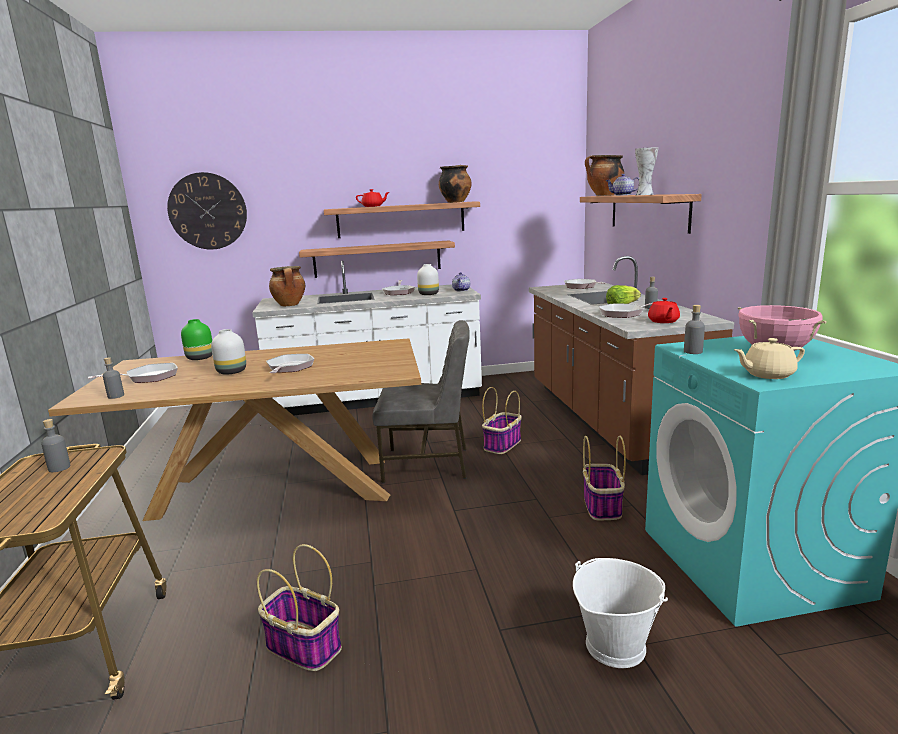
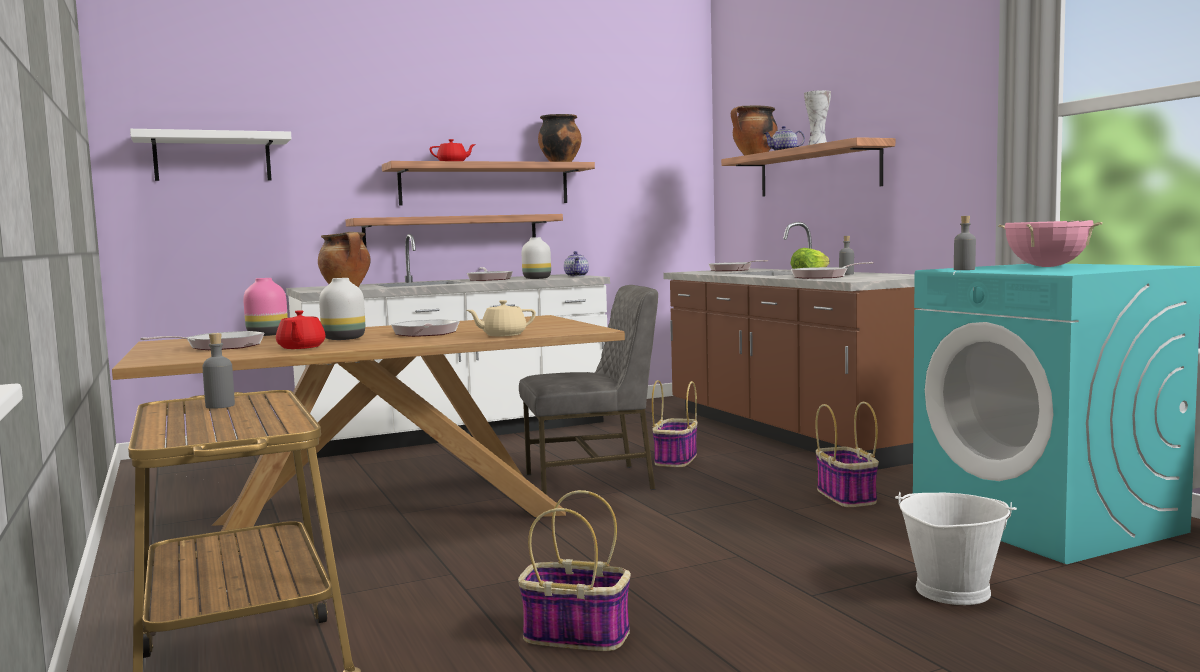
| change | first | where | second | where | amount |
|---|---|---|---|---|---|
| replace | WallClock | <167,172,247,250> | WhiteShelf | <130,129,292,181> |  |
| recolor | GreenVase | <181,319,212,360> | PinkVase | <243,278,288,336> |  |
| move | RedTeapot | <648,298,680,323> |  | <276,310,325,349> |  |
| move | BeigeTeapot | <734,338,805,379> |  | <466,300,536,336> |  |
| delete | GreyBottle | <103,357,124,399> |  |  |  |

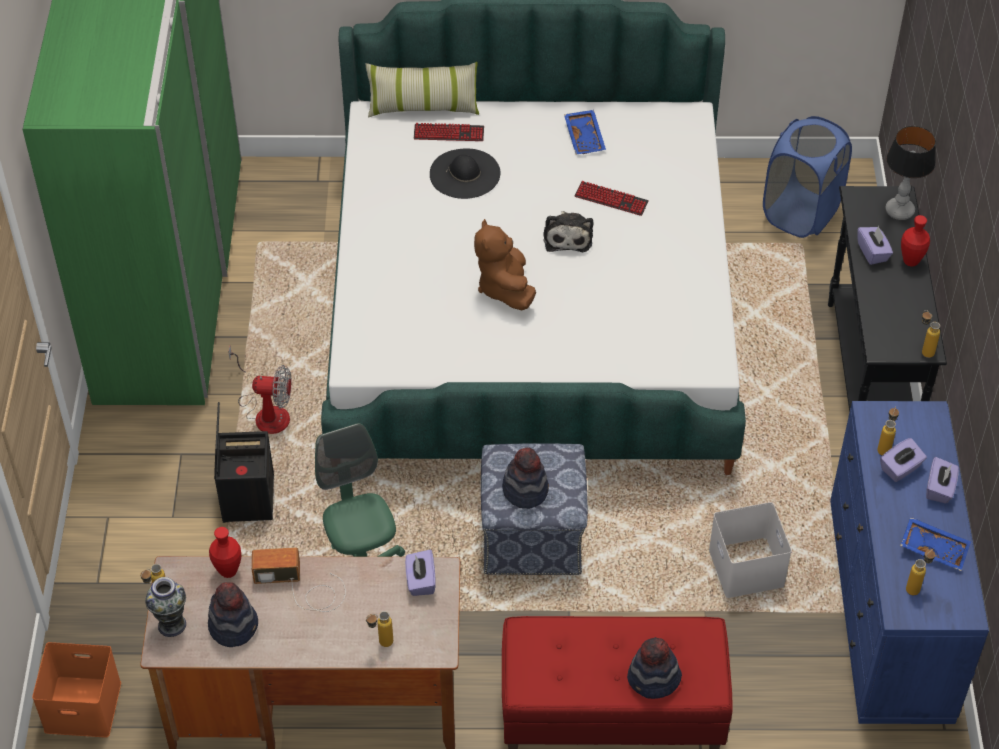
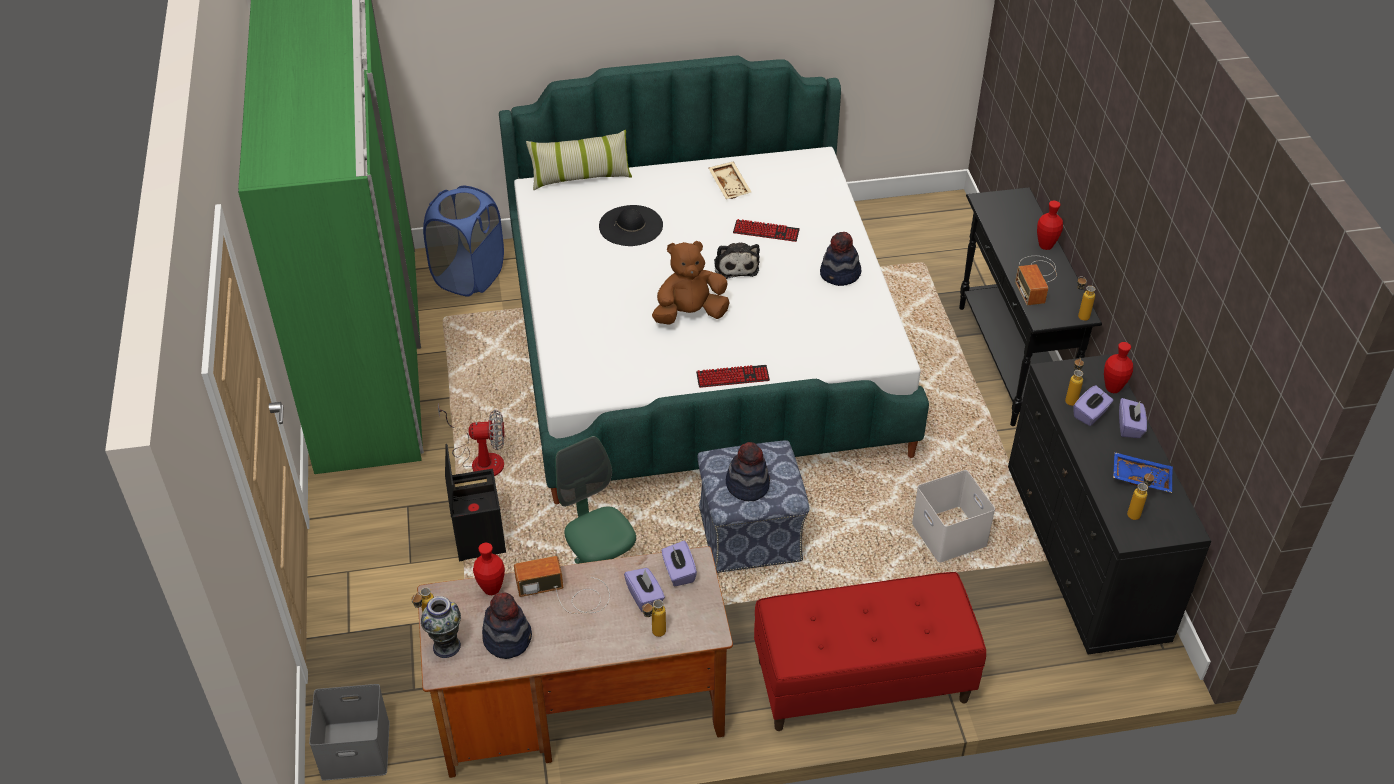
| change | first | where | second | where | amount |
|---|---|---|---|---|---|
| recolor | OrangeStorageBox | <32,642,121,738> | GreyStorageBox | <309,684,390,781> |  |
| move | BlueLaundryBasket | <763,116,852,238> |  | <423,186,504,297> |  |
| move | PurpleTissueBox | <857,226,893,265> |  | <624,568,665,612> |  |
| rotate | BrownPlushToy | <474,219,536,310> |  | <652,241,730,325> | 90 degrees clockwise |
| move | Keyboard | <414,123,484,141> |  | <696,365,770,388> |  |
| recolor | BlueTray | <564,110,606,155> | BeigeTray | <709,161,751,199> |  |
| move | Hat | <627,637,682,699> |  | <820,232,861,286> |  |
| recolor | BlueDresser | <830,401,989,724> | BlackDresser | <1008,354,1211,655> |  |
| insert |  |  | Radio | <1015,256,1057,306> |  |
| insert |  |  | RedVase | <1104,342,1133,393> |  |
| delete | TableLamp | <885,126,936,220> |  |  |  |

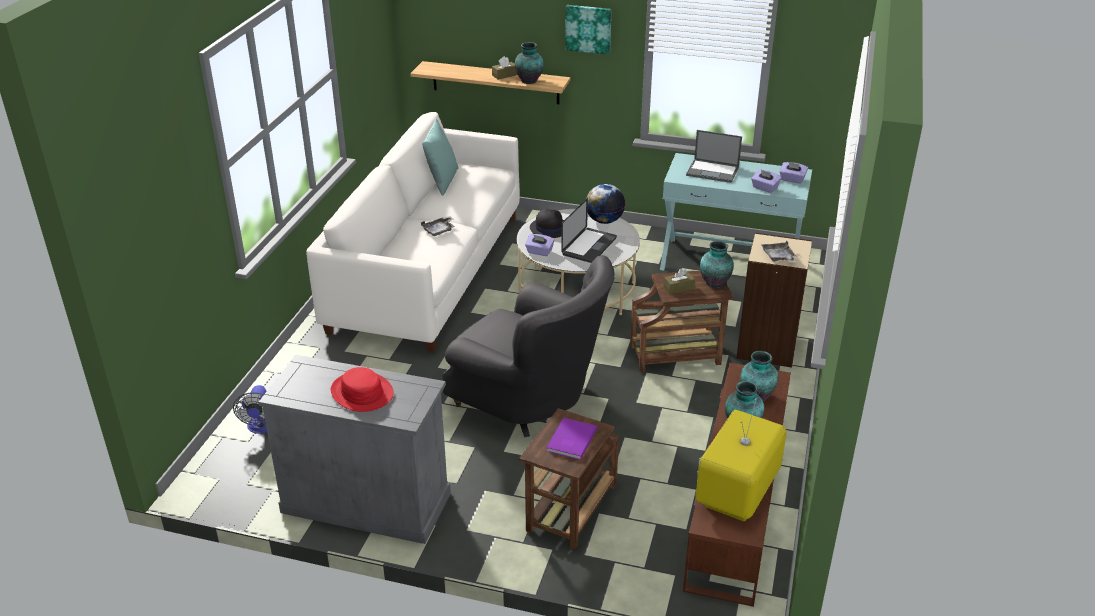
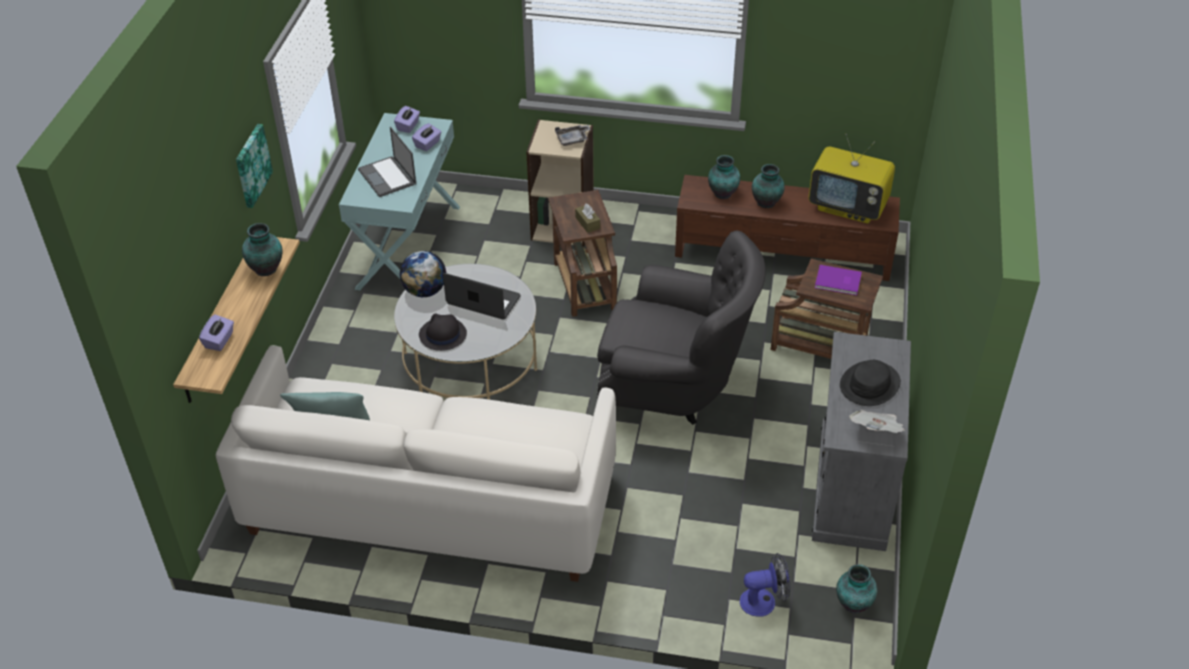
| change | first | where | second | where | amount |
|---|---|---|---|---|---|
| move | PurpleTissueBox | <525,234,555,256> |  | <199,315,234,351> |  |
| rotate | Laptop | <686,130,742,183> |  | <358,127,416,197> | 135 degrees clockwise |
| rotate | GreyArmchair | <443,255,615,437> |  | <597,230,766,425> | 75 degrees clockwise |
| move | Vase | <700,241,734,288> |  | <836,564,877,613> |  |
| recolor | RedHat | <331,367,394,412> | BlackHat | <840,360,901,406> |  |
| insert |  |  | Newspaper | <849,410,905,433> |  |
| delete | GreyTray | <421,216,455,236> |  |  |  |
| delete | BrownTissueBox | <492,56,518,80> |  |  |  |

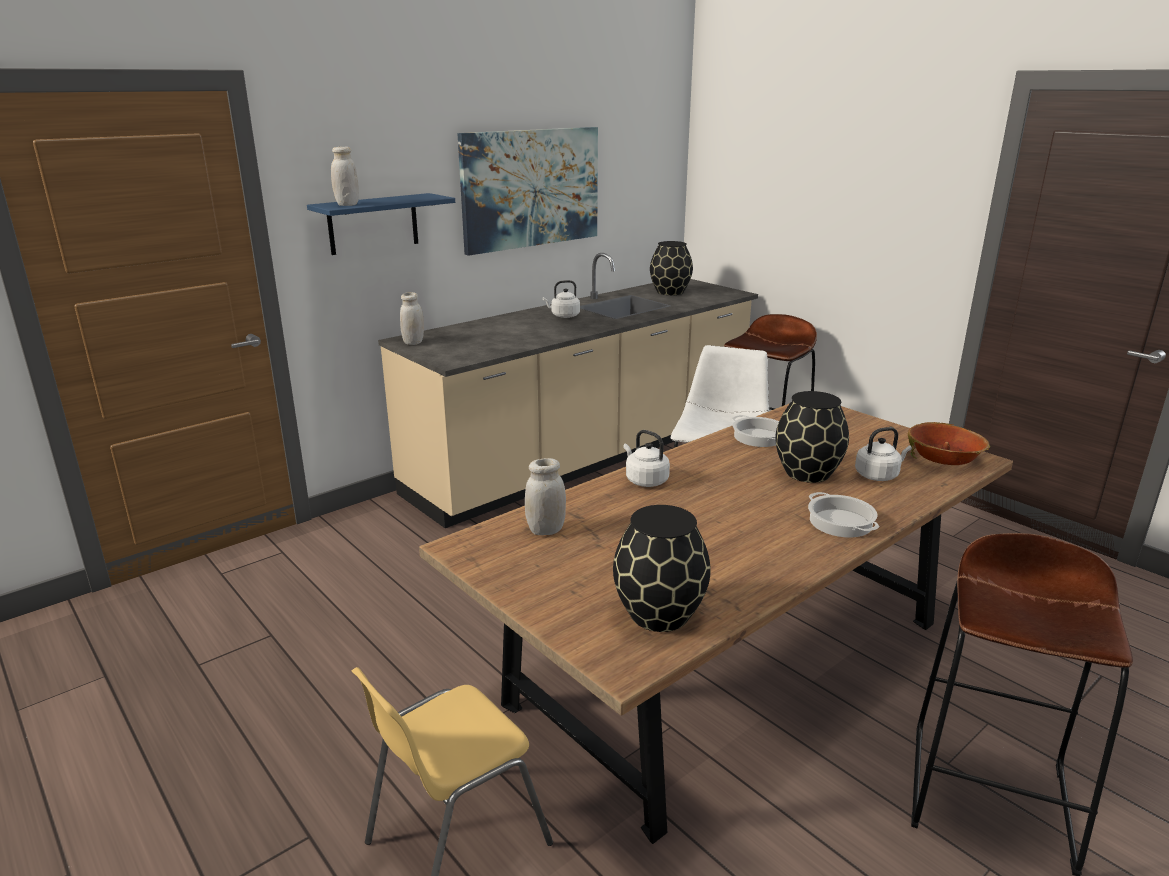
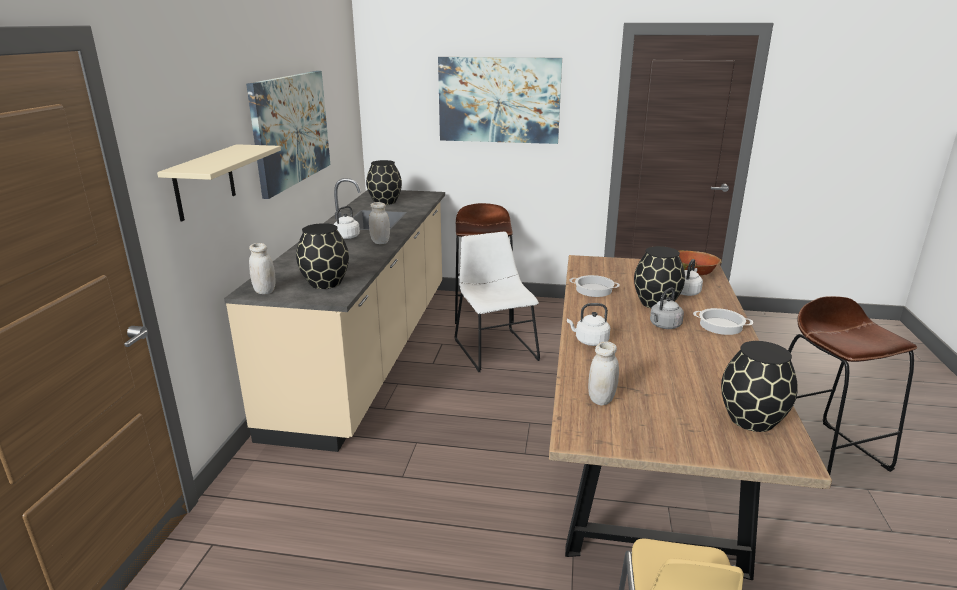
| change | first | where | second | where | amount |
|---|---|---|---|---|---|
| recolor | BlueShelf | <307,193,455,255> | BeigeShelf | <157,144,281,222> |  |
| insert |  |  | BlackVase | <296,223,349,289> |  |
| move | WhiteJar | <331,147,359,206> |  | <369,202,390,244> |  |
| insert |  |  | Picture | <438,57,562,144> |  |
| insert |  |  | GreyKettle | <650,287,684,329> |  |

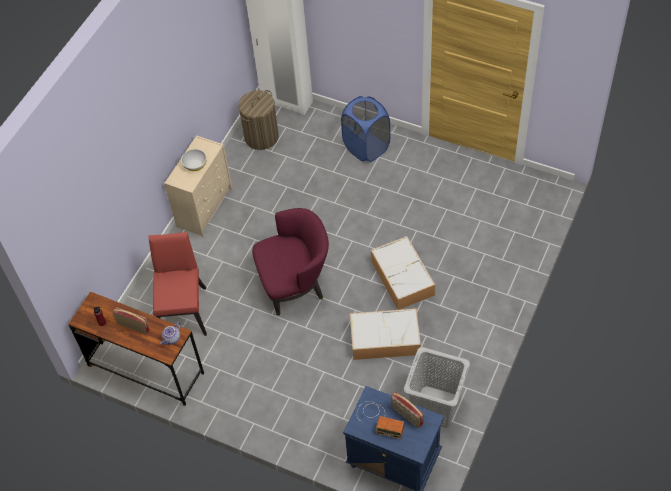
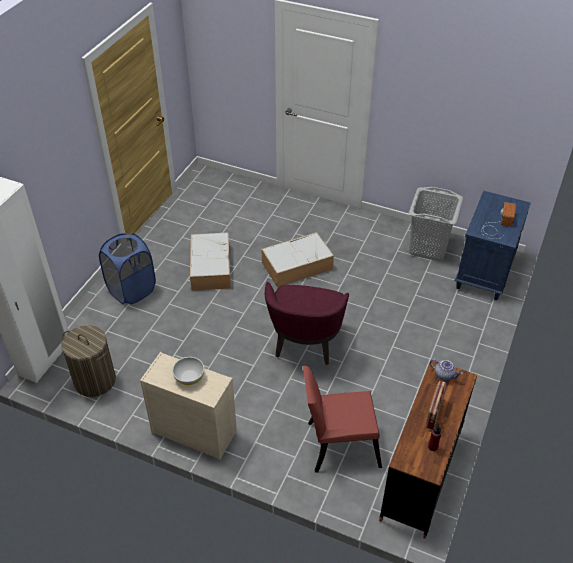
| change | first | where | second | where | amount |
|---|---|---|---|---|---|
| move | StorageBox | <350,308,421,360> |  | <190,232,231,291> |  |
| rotate | PurpleArmchair | <252,208,329,316> |  | <265,282,349,365> | 150 degrees counterclockwise |
| delete | Radio | <391,392,424,428> |  |  |  |

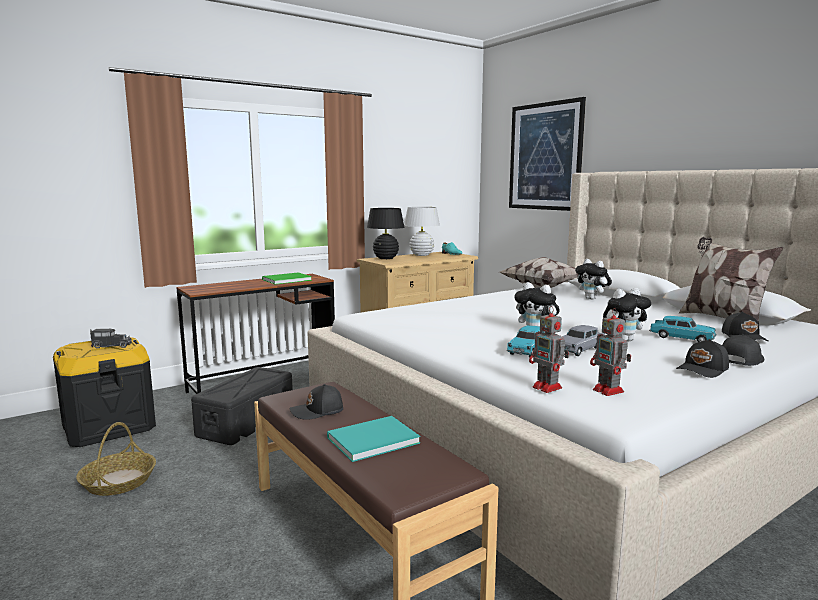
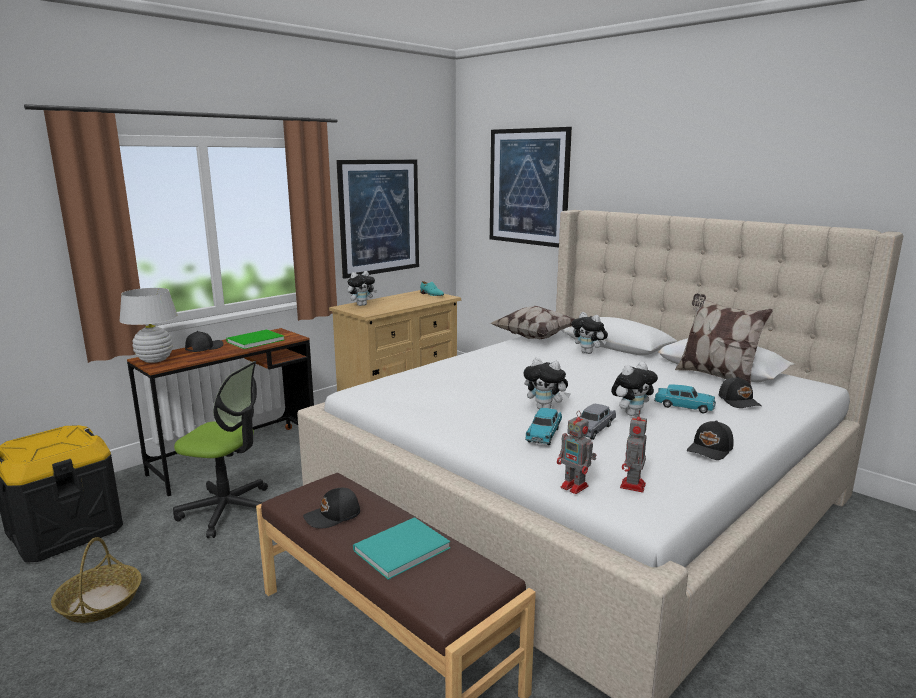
| change | first | where | second | where | amount |
|---|---|---|---|---|---|
| move | WhiteTableLamp | <404,207,440,256> |  | <119,288,178,363> |  |
| replace | BlackStorageBox | <191,367,293,445> | OfficeChair | <173,361,268,538> |  |
| move | BlackCap | <722,334,764,366> |  | <185,331,224,352> |  |
| insert |  |  | Picture | <336,160,419,279> |  |
| replace | BlackTableLamp | <367,208,405,259> | PlushToy | <347,271,377,306> |  |
| rotate | ToyRobot | <590,308,631,396> |  | <620,410,647,492> | 60 degrees clockwise |
| delete | ToyTruck | <90,329,132,348> |  |  |  |

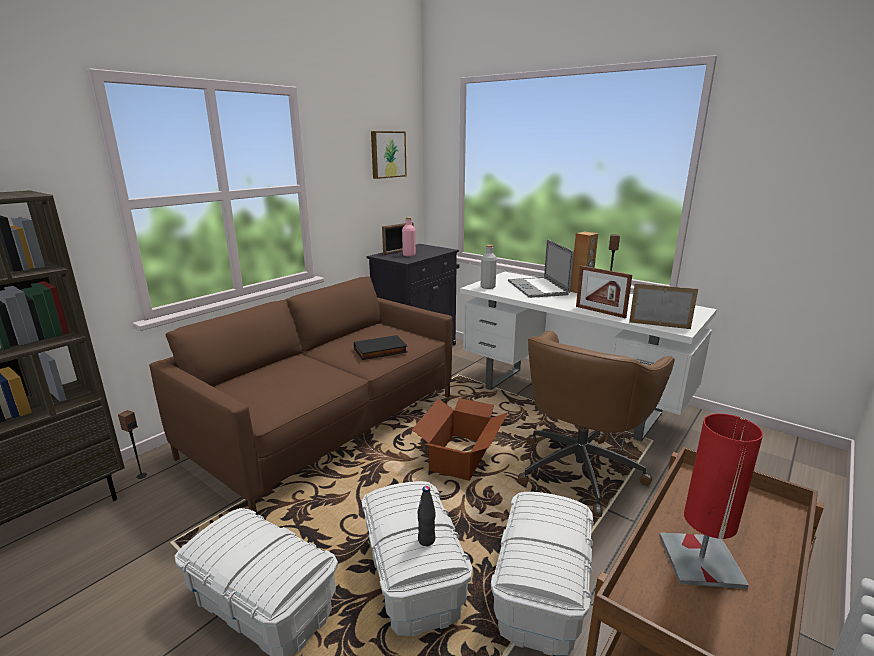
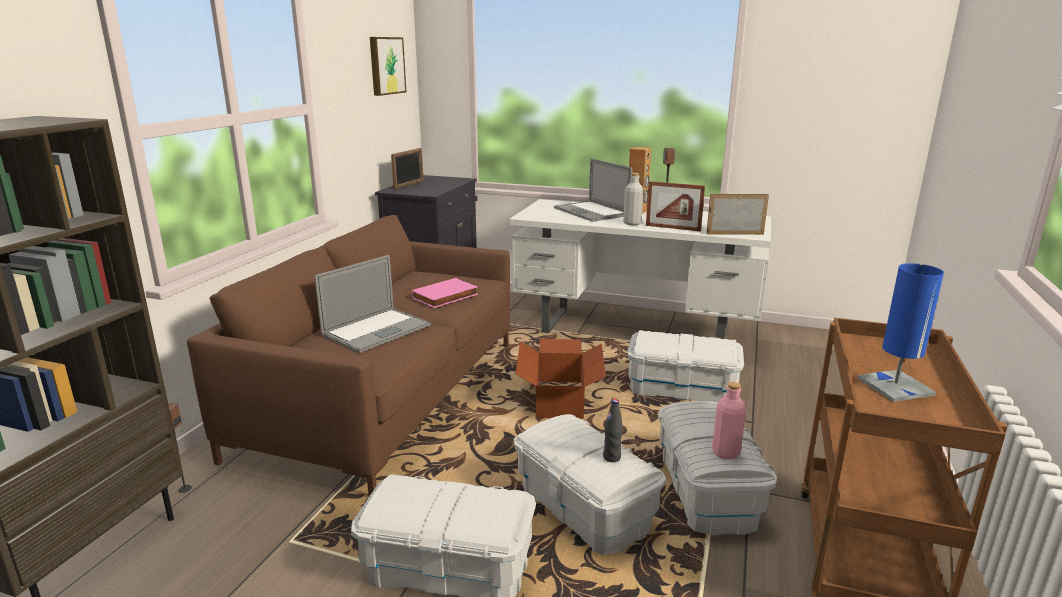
| change | first | where | second | where | amount |
|---|---|---|---|---|---|
| insert |  |  | Laptop | <315,255,431,353> |  |
| recolor | BlackBook | <354,335,408,360> | PinkBook | <412,278,478,308> |  |
| move | GreyBottle | <481,245,497,289> |  | <623,173,643,225> |  |
| replace | BrownOfficeChair | <517,331,675,517> | WhiteStorageBox | <627,330,744,402> |  |
| move | PinkBottle | <402,217,416,256> |  | <712,382,746,460> |  |
| recolor | RedTableLamp | <659,413,763,589> | BlueTableLamp | <858,263,944,402> |  |

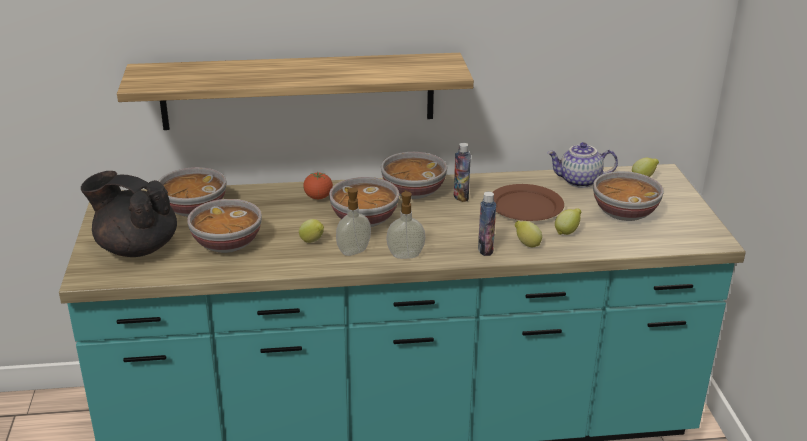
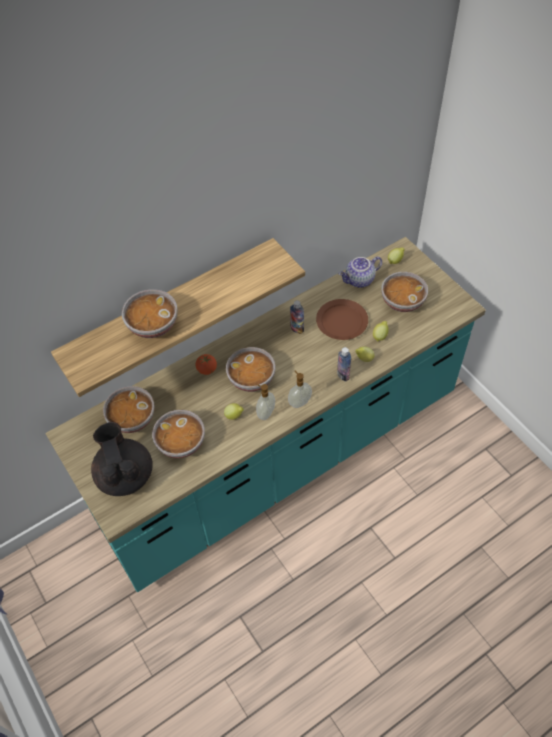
| change | first | where | second | where | amount |
|---|---|---|---|---|---|
| rotate | BlackTeapot | <81,171,177,257> |  | <91,422,153,496> | 75 degrees clockwise |
| move | Bowl | <381,152,447,199> |  | <122,289,178,338> |  |

